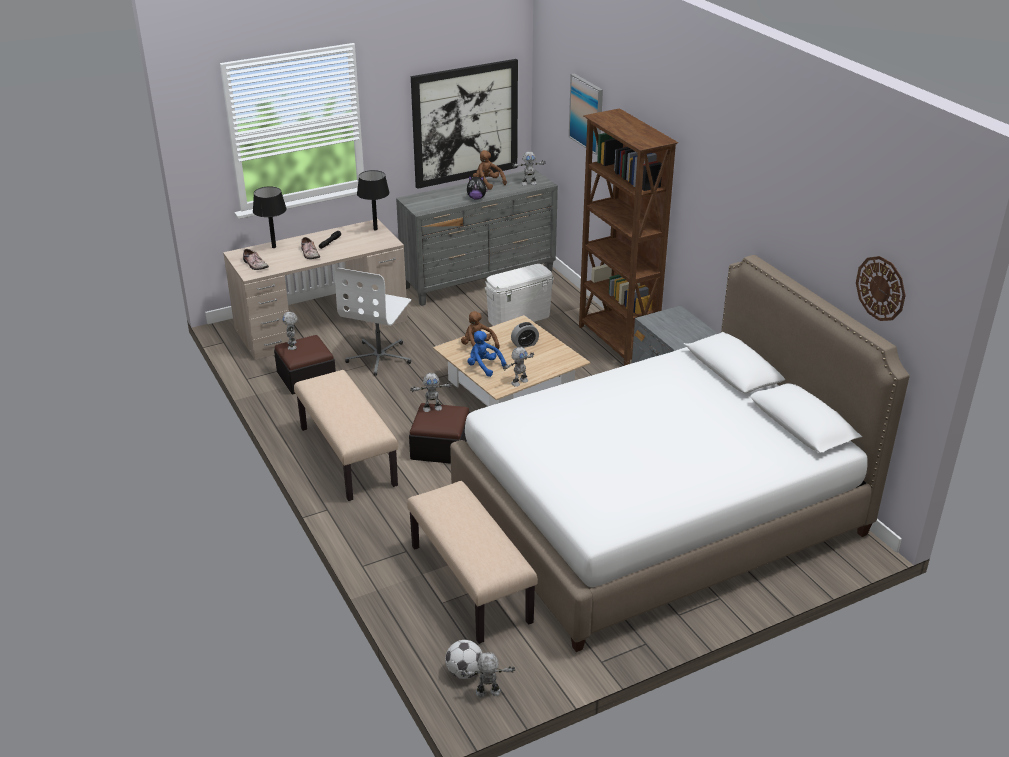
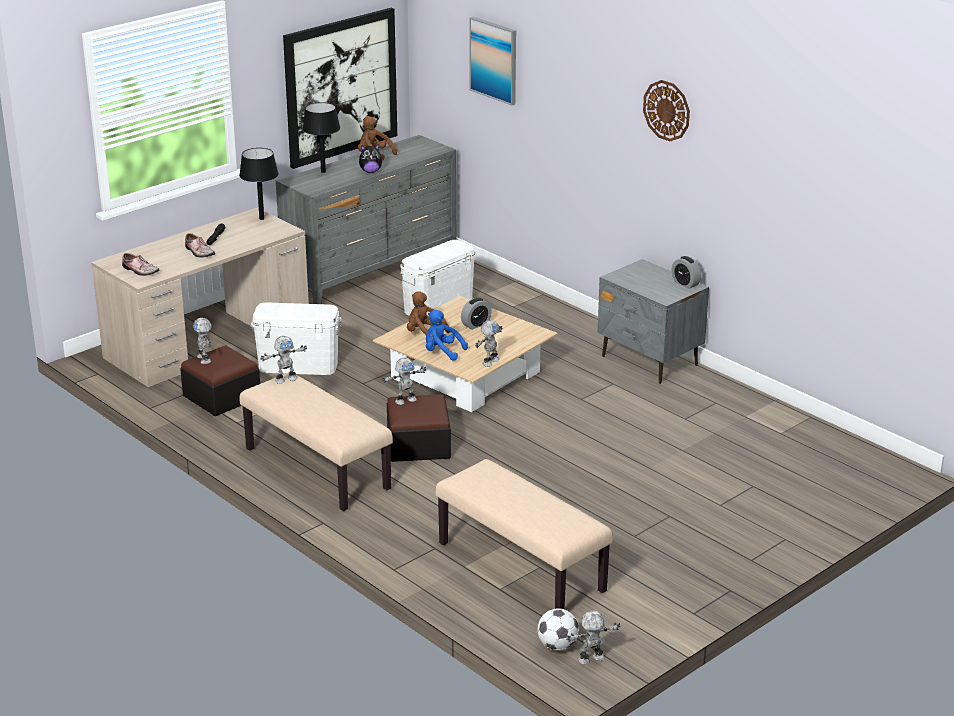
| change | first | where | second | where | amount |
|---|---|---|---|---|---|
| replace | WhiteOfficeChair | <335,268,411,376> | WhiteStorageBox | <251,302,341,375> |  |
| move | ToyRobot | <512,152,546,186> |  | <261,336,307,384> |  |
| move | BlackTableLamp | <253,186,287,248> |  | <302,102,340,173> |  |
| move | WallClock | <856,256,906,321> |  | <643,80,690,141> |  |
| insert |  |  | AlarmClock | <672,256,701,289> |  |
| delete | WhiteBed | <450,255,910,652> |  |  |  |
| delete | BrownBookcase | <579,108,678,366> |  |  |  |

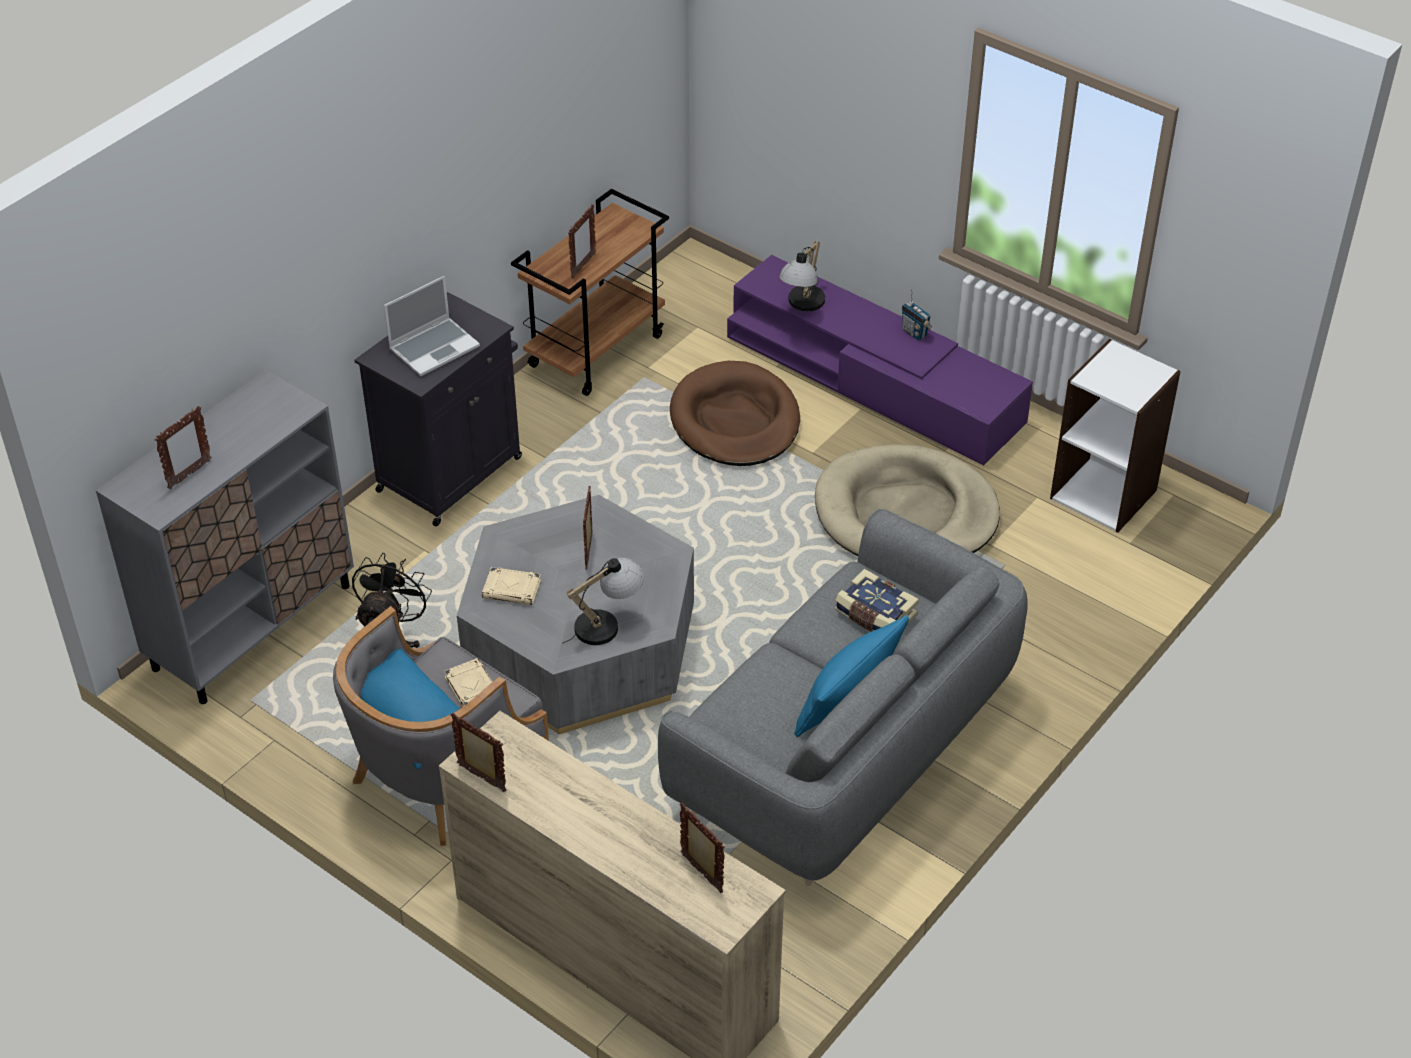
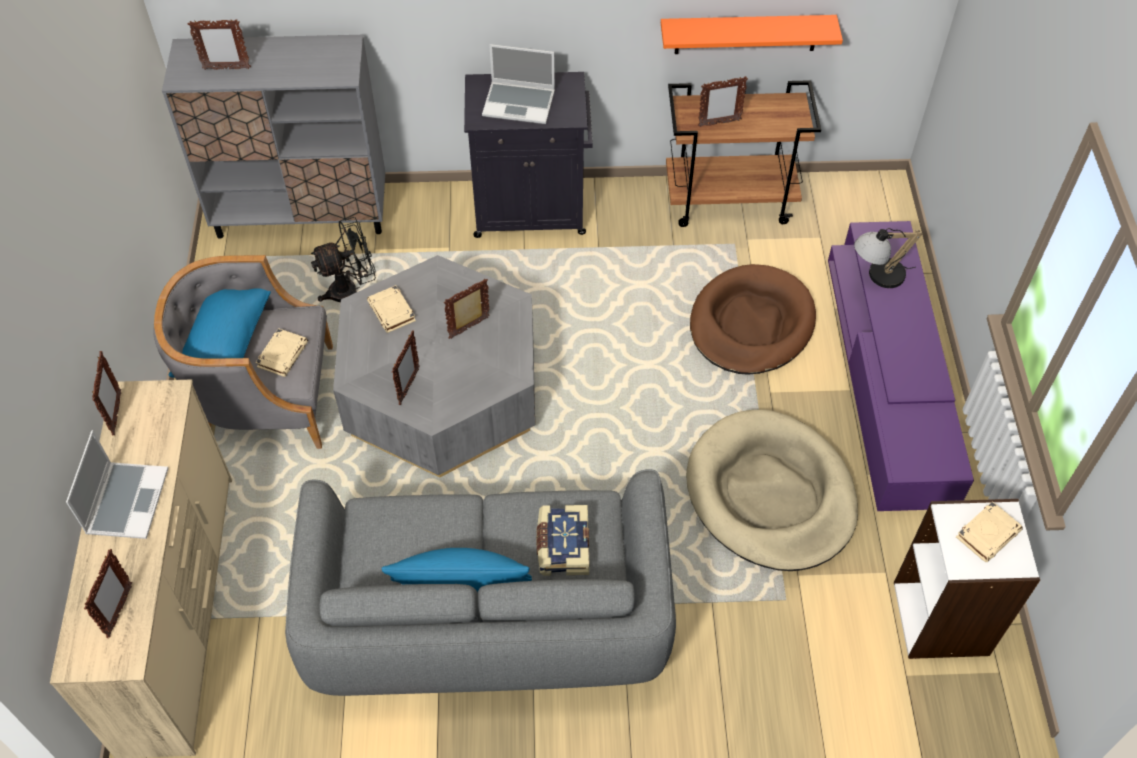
| change | first | where | second | where | amount |
|---|---|---|---|---|---|
| insert |  |  | Laptop | <66,430,168,539> |  |
| replace | TableLamp | <562,558,644,645> | PictureFrame | <392,331,420,405> |  |
| insert |  |  | OrangeShelf | <661,15,843,54> |  |
| insert |  |  | BeigeBook | <956,501,1023,562> |  |
| delete | Radio | <902,289,932,341> |  |  |  |

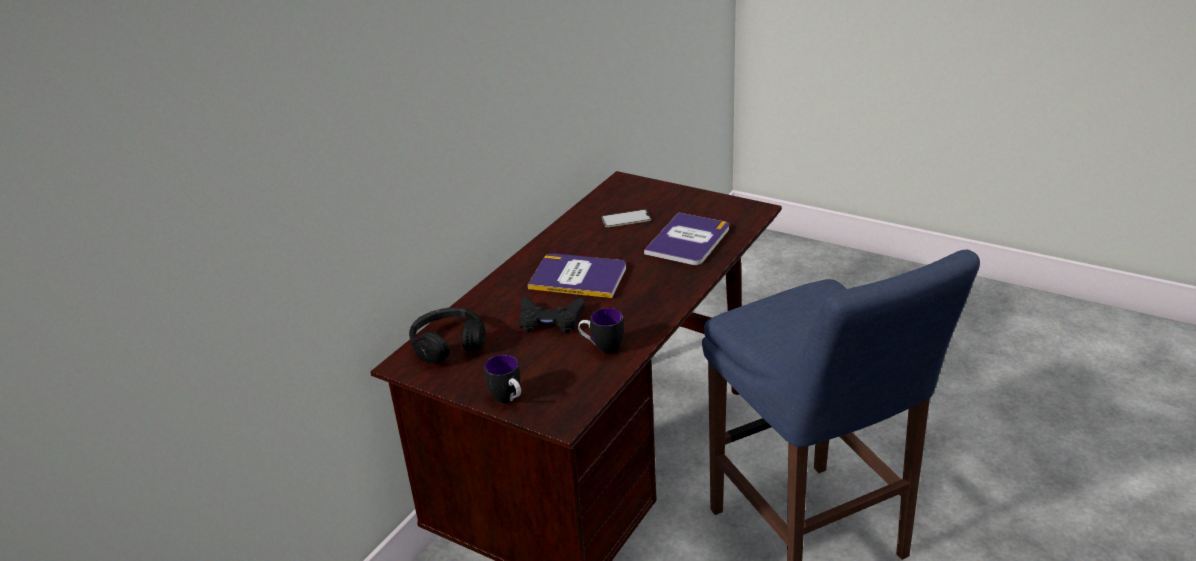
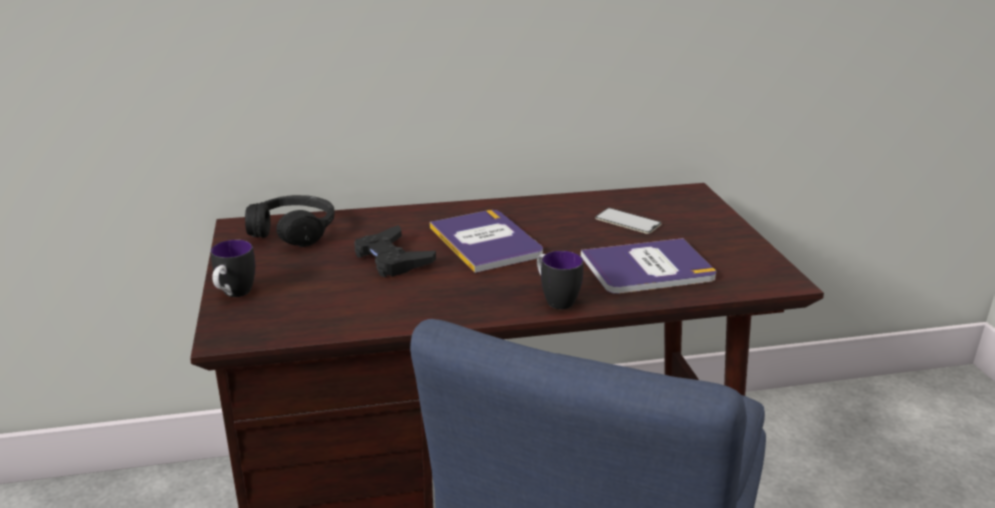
| change | first | where | second | where | amount |
|---|---|---|---|---|---|
| move | Mug | <578,308,624,354> |  | <537,251,583,309> |  |

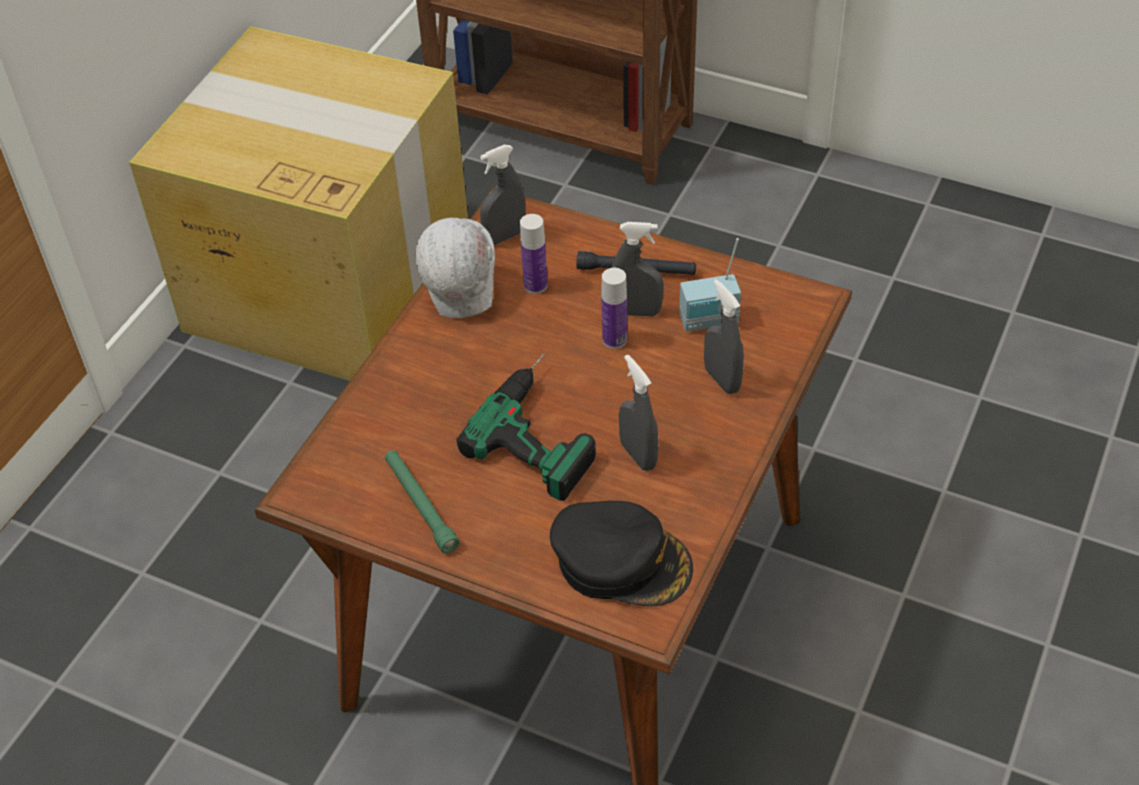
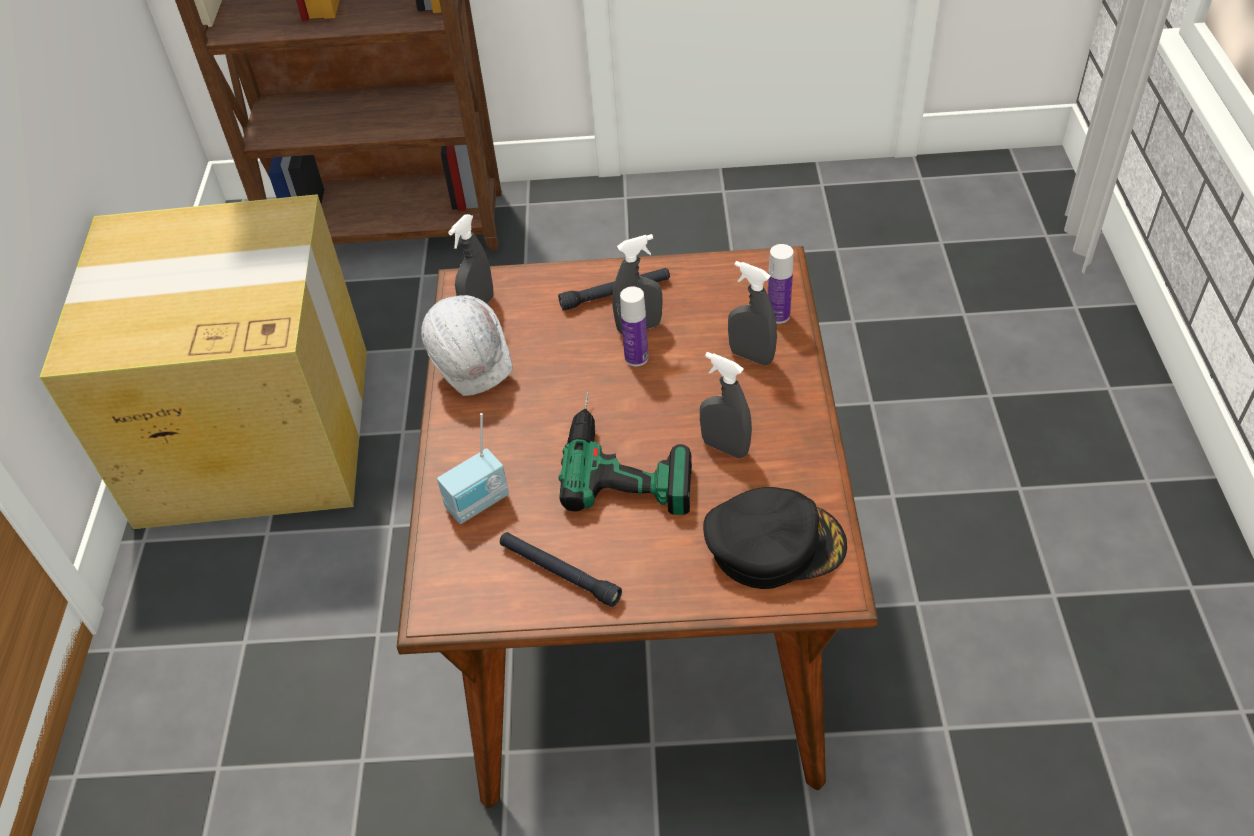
| change | first | where | second | where | amount |
|---|---|---|---|---|---|
| move | Radio | <679,238,741,332> |  | <437,413,509,524> |  |
| recolor | GreenFlashlight | <385,450,460,553> | BlackFlashlight | <500,532,622,607> |  |
| move | Bottle | <520,214,547,294> |  | <768,244,793,324> |  |

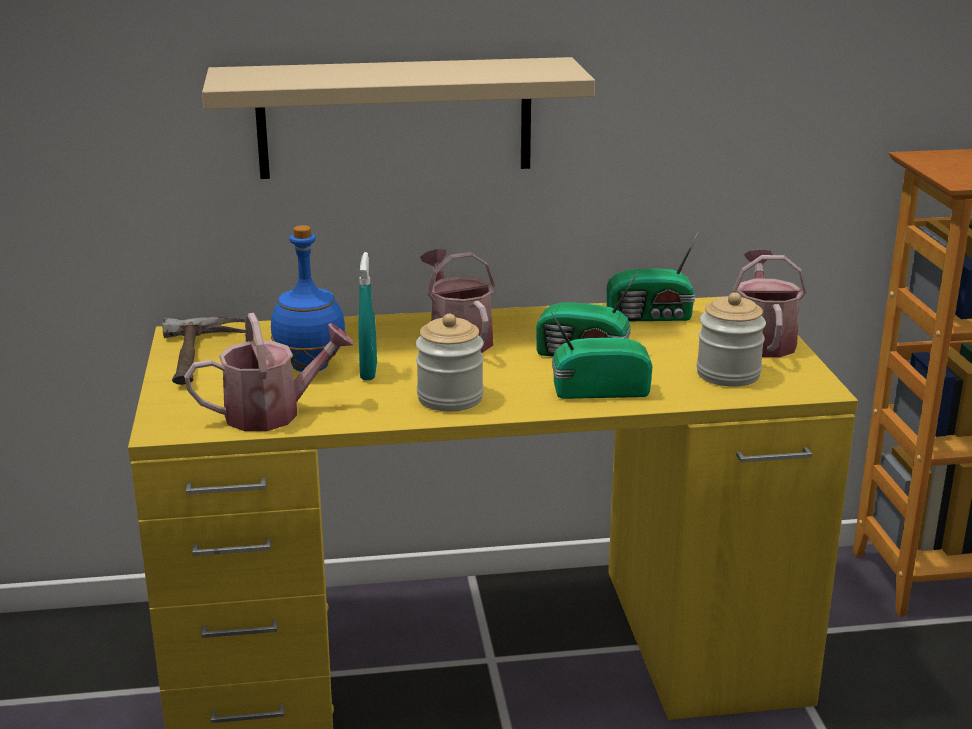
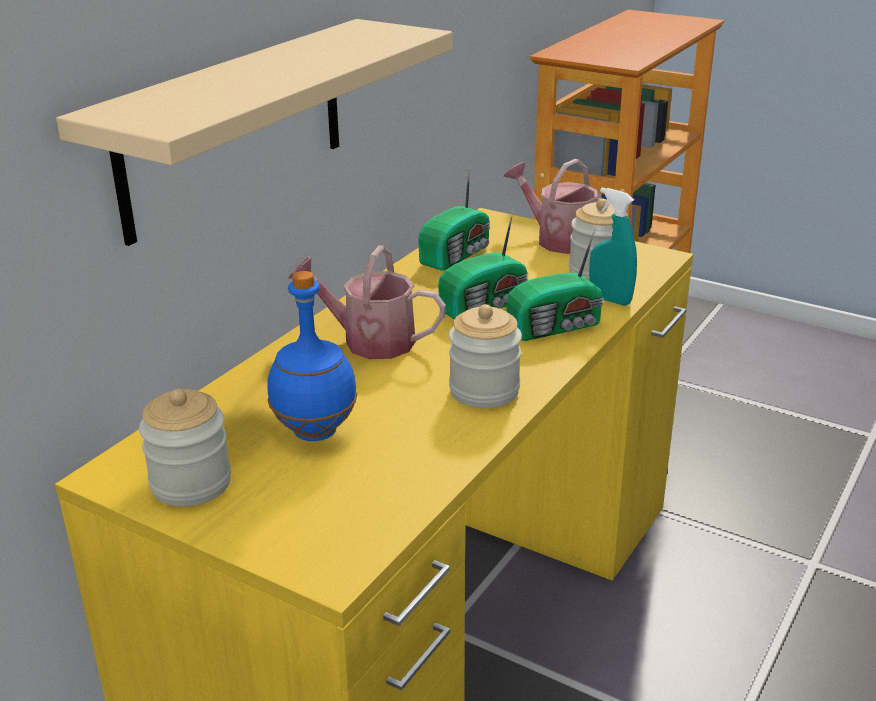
| change | first | where | second | where | amount |
|---|---|---|---|---|---|
| replace | Hammer | <162,317,246,385> | Jar | <139,389,231,507> |  |
| rotate | Radio | <551,312,653,399> |  | <506,229,604,341> | 150 degrees counterclockwise |
| move | TurquoiseSprayBottle | <358,252,377,380> |  | <589,187,637,306> |  |
| delete | WateringCan | <184,313,354,431> |  |  |  |

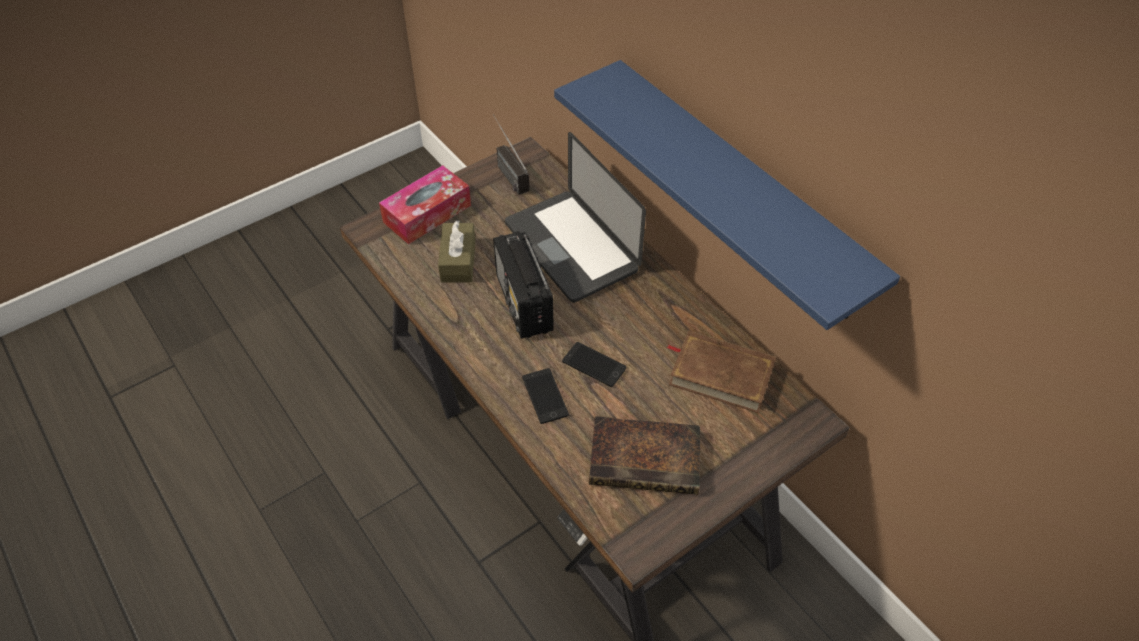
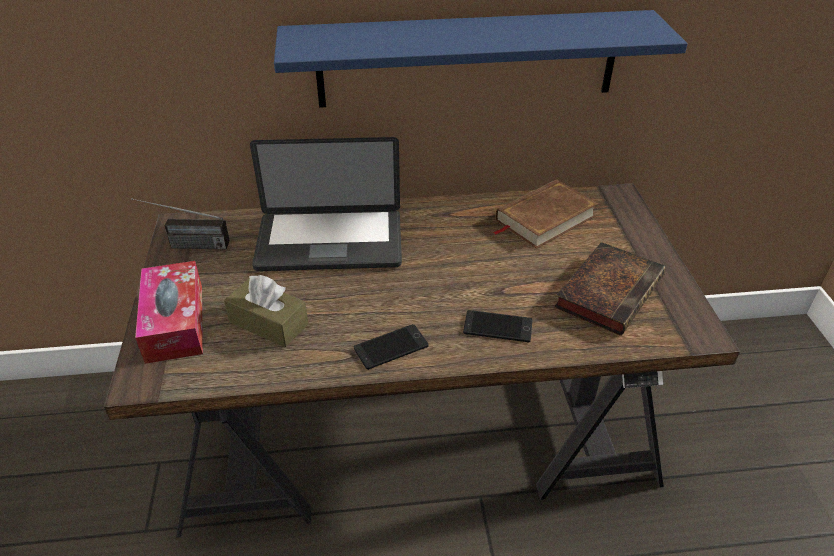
| change | first | where | second | where | amount |
|---|---|---|---|---|---|
| move | Phone | <562,342,626,387> |  | <354,324,429,370> |  |
| delete | Radio | <493,231,554,339> |  |  |  |

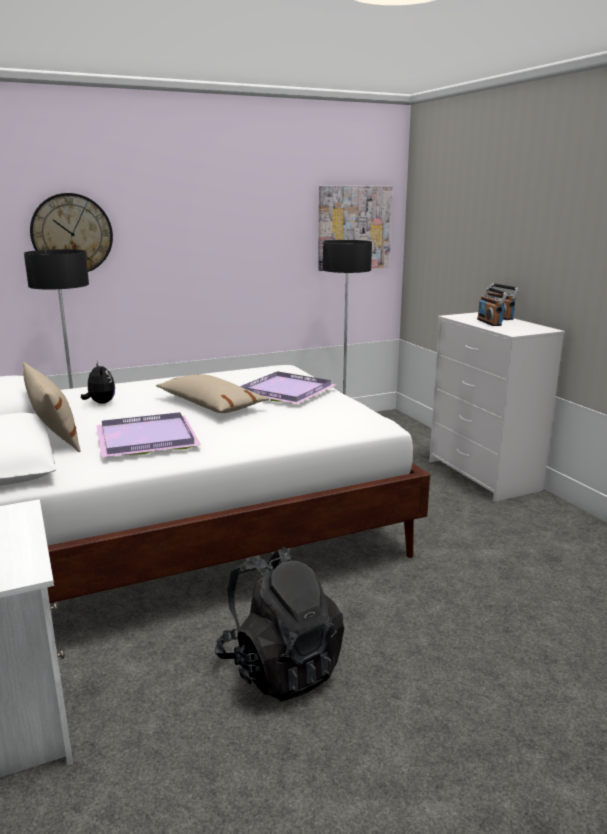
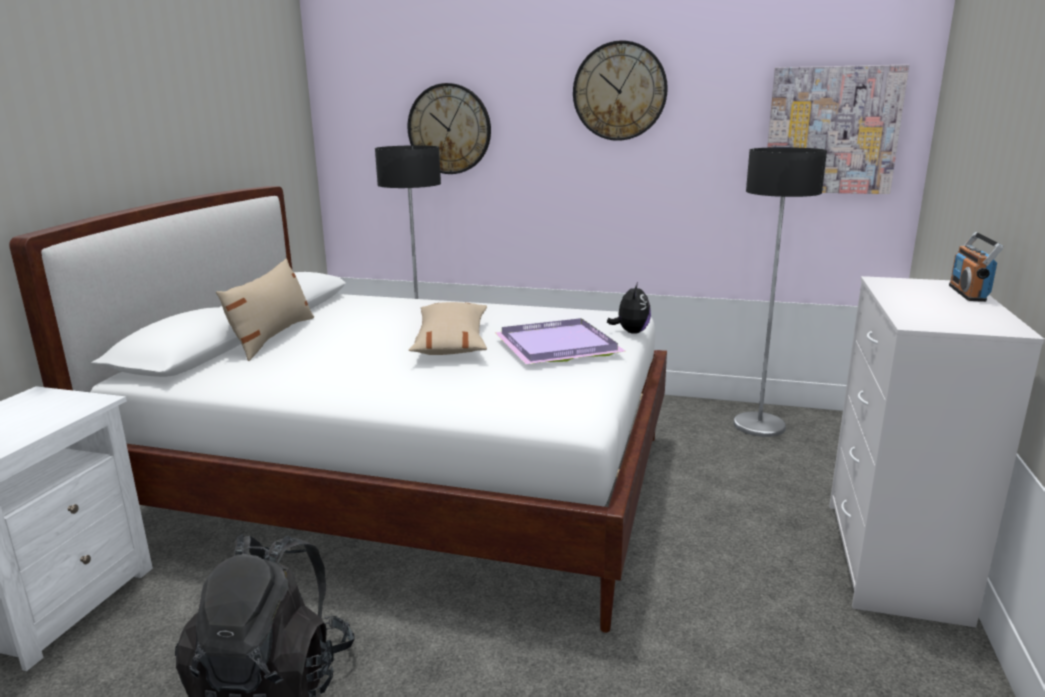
| change | first | where | second | where | amount |
|---|---|---|---|---|---|
| insert |  |  | WallClock | <573,40,668,141> |  |
| move | PlushToy | <81,361,115,404> |  | <607,282,651,334> |  |
| delete | PurpleTray | <96,412,201,457> |  |  |  |
| delete | Radio | <477,287,508,326> |  |  |  |

